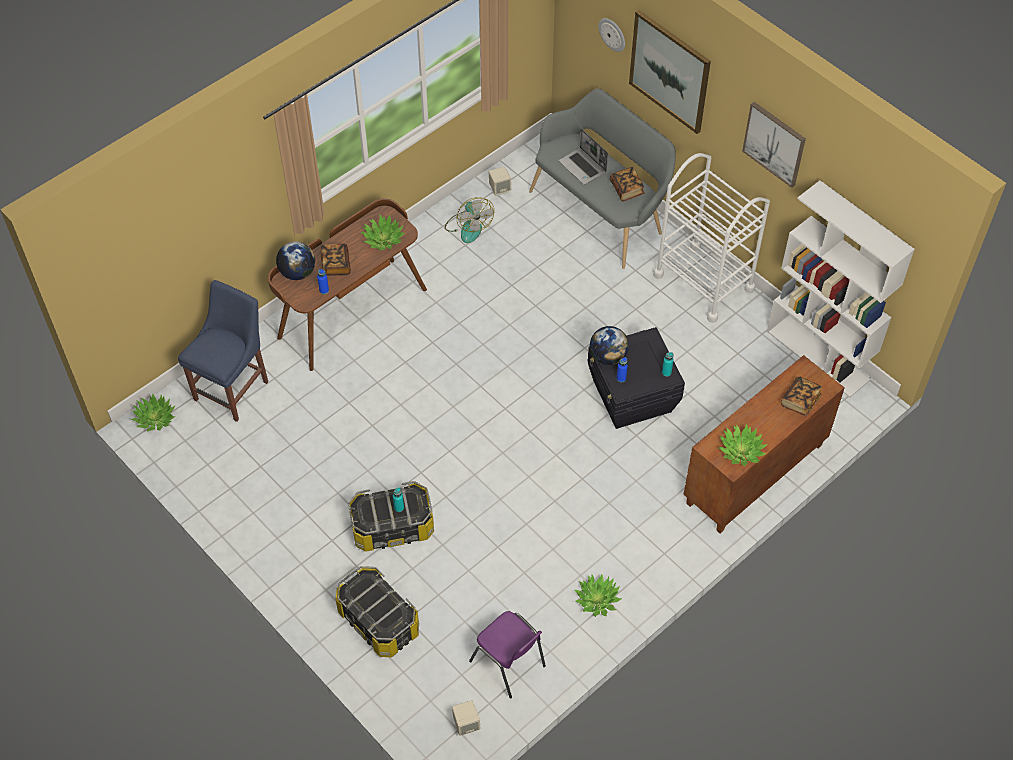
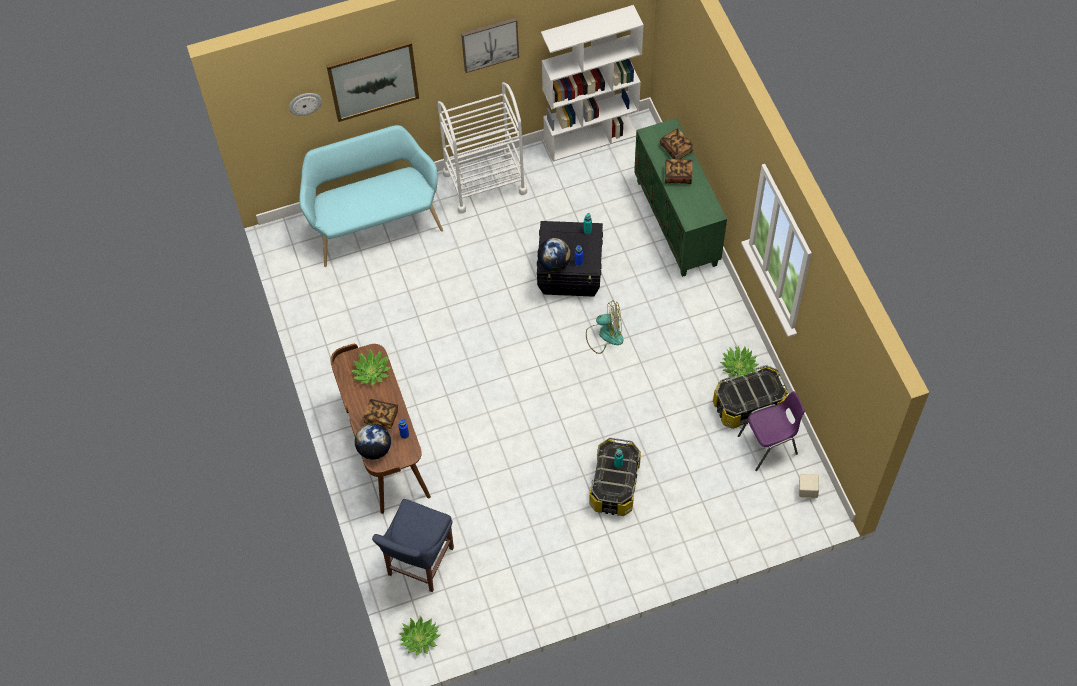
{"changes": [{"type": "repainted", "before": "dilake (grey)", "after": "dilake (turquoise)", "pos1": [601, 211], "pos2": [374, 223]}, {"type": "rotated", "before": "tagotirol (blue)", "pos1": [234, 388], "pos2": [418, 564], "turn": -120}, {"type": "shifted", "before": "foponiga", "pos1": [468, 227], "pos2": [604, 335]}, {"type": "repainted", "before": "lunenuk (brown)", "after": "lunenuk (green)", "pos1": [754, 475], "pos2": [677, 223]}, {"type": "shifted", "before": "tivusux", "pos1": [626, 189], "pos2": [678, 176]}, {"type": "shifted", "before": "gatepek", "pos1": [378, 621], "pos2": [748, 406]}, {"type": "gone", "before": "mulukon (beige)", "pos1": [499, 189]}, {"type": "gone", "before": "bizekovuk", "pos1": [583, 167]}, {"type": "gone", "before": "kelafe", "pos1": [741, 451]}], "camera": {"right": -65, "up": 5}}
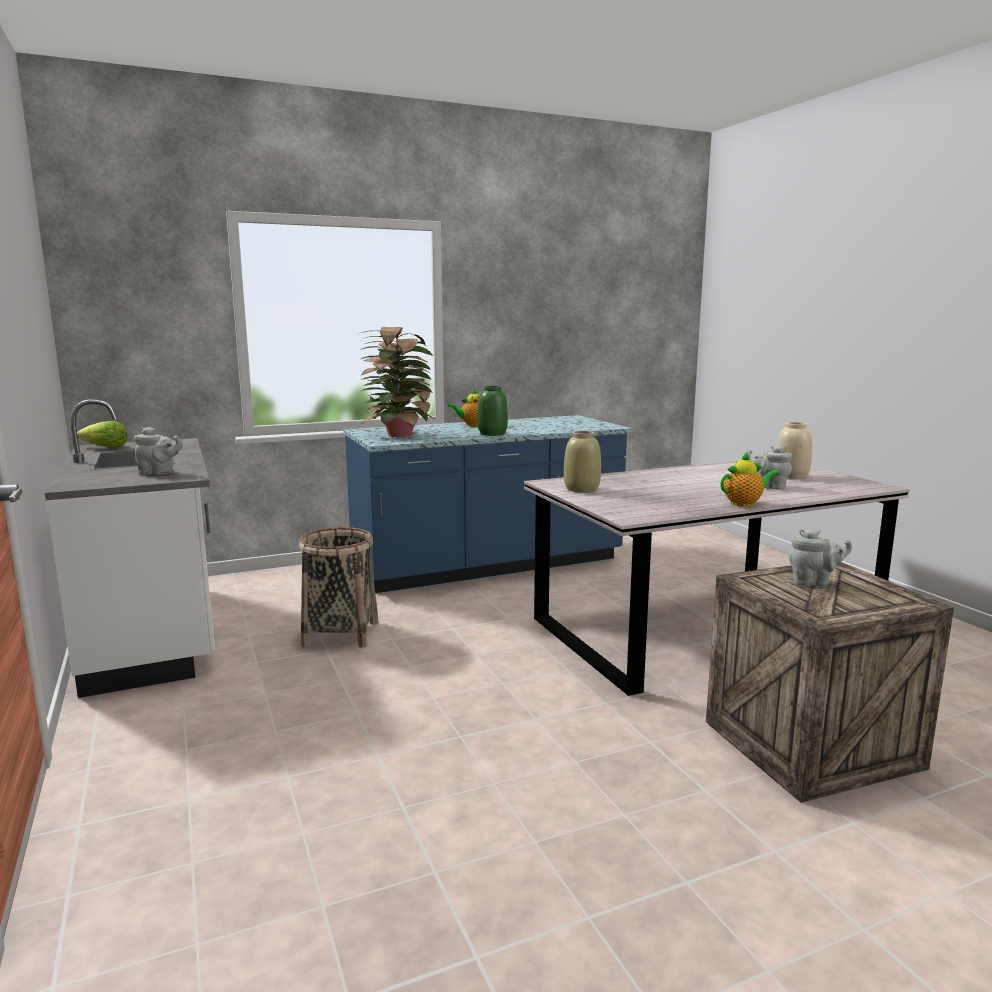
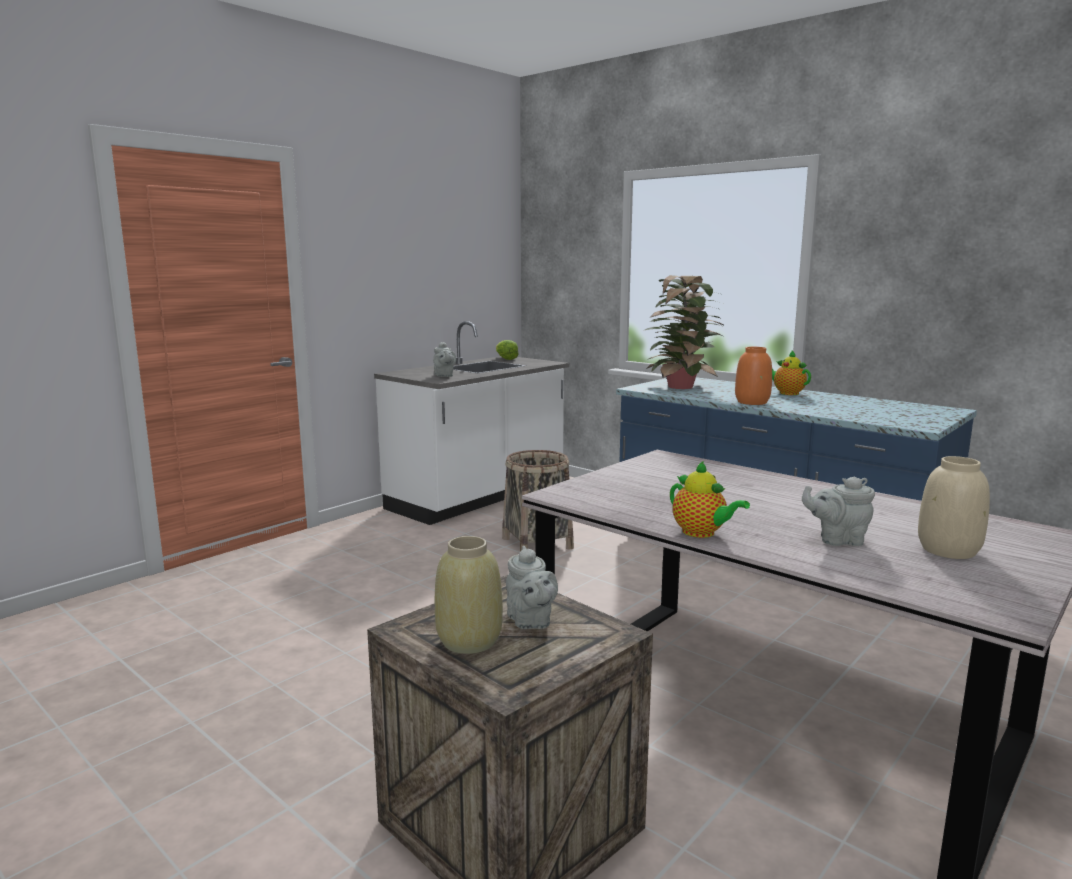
{"changes": [{"type": "shifted", "before": "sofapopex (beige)", "pos1": [582, 489], "pos2": [469, 641]}, {"type": "repainted", "before": "sofapopex (green)", "after": "sofapopex (orange)", "pos1": [492, 434], "pos2": [752, 402]}, {"type": "rotated", "before": "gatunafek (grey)", "pos1": [768, 486], "pos2": [837, 540], "turn": -90}], "camera": {"right": 65, "up": 0}}
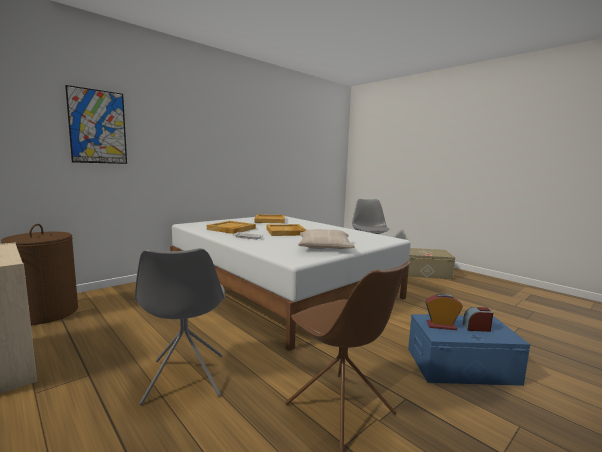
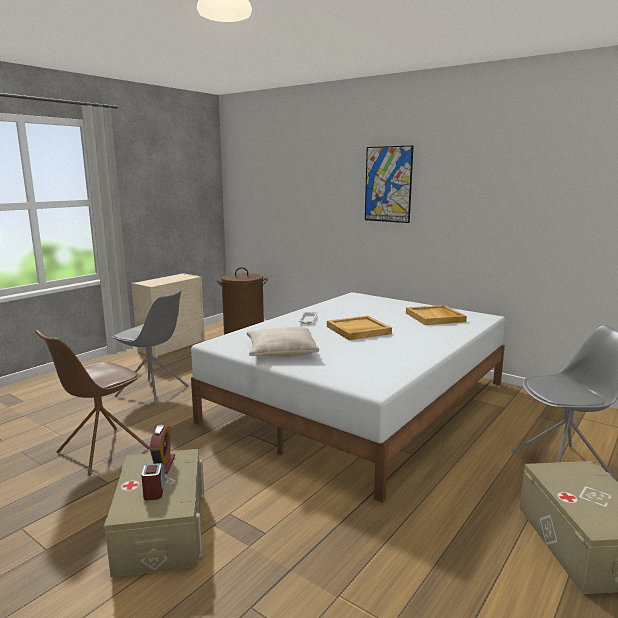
{"changes": [{"type": "repainted", "before": "gatepek (blue)", "after": "gatepek (beige)", "pos1": [461, 366], "pos2": [161, 529]}, {"type": "rotated", "before": "tagotirol (grey)", "pos1": [185, 379], "pos2": [153, 392], "turn": -135}, {"type": "shifted", "before": "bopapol", "pos1": [98, 127], "pos2": [388, 184]}, {"type": "gone", "before": "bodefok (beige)", "pos1": [231, 229]}], "camera": {"right": 80, "up": 5}}
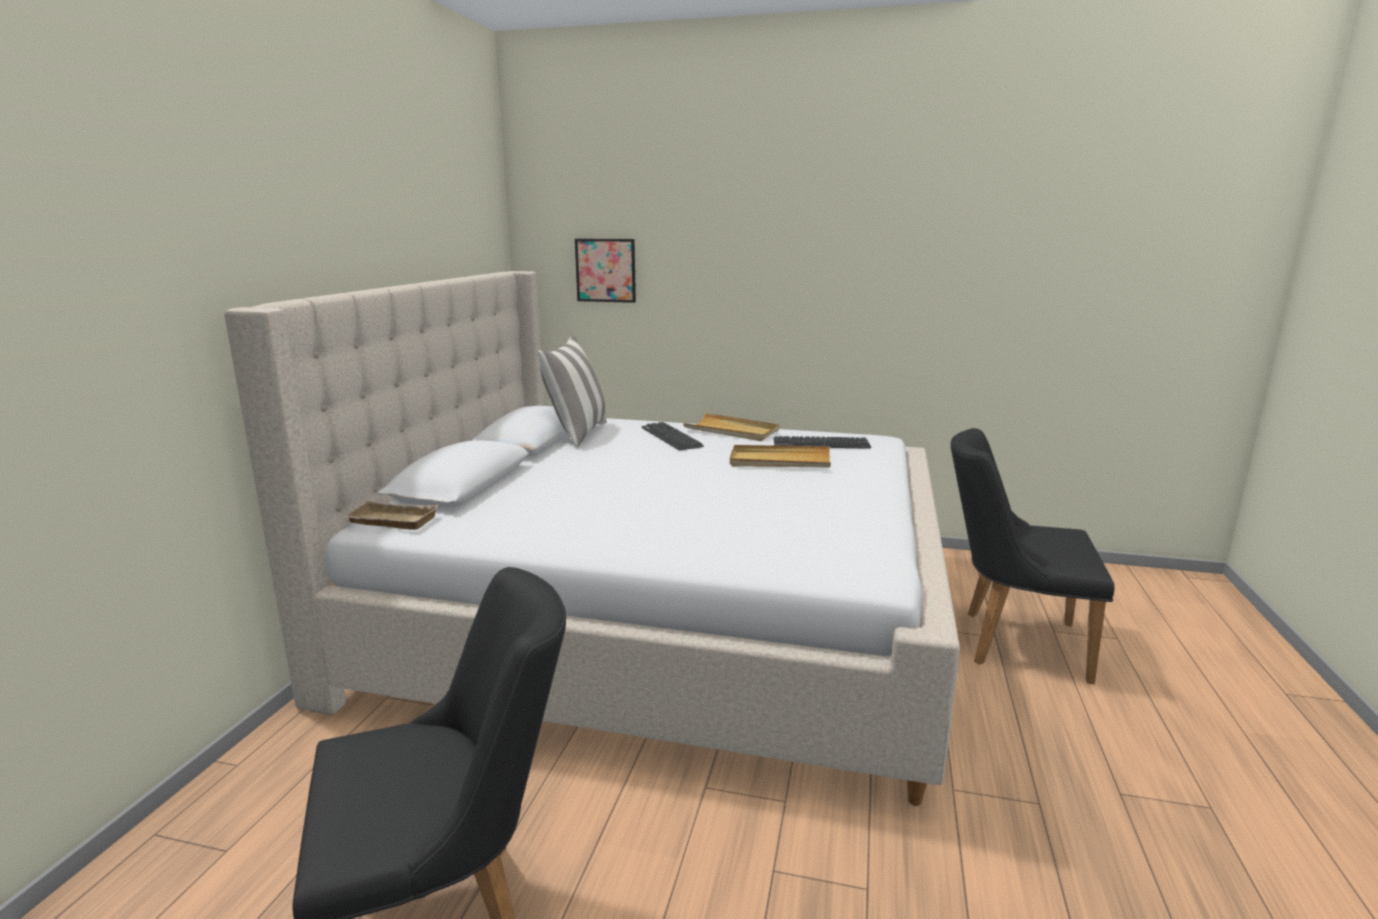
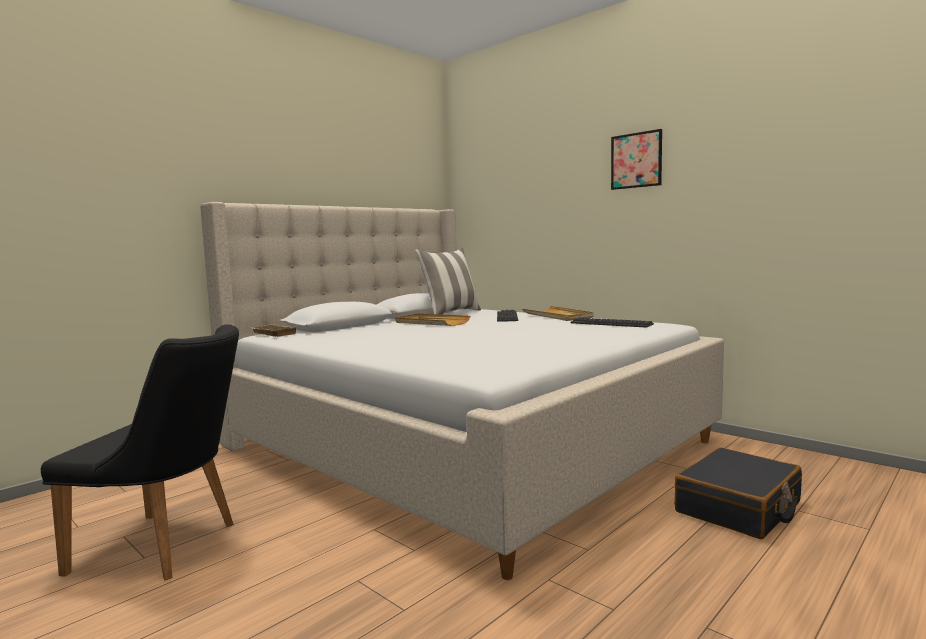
{"changes": [{"type": "shifted", "before": "bodefok (beige)", "pos1": [779, 461], "pos2": [431, 322]}, {"type": "shifted", "before": "bopapol", "pos1": [605, 270], "pos2": [636, 160]}, {"type": "swapped", "before": "tagotirol (black)", "after": "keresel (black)", "pos1": [1010, 642], "pos2": [739, 508]}], "camera": {"right": 30, "up": -10}}
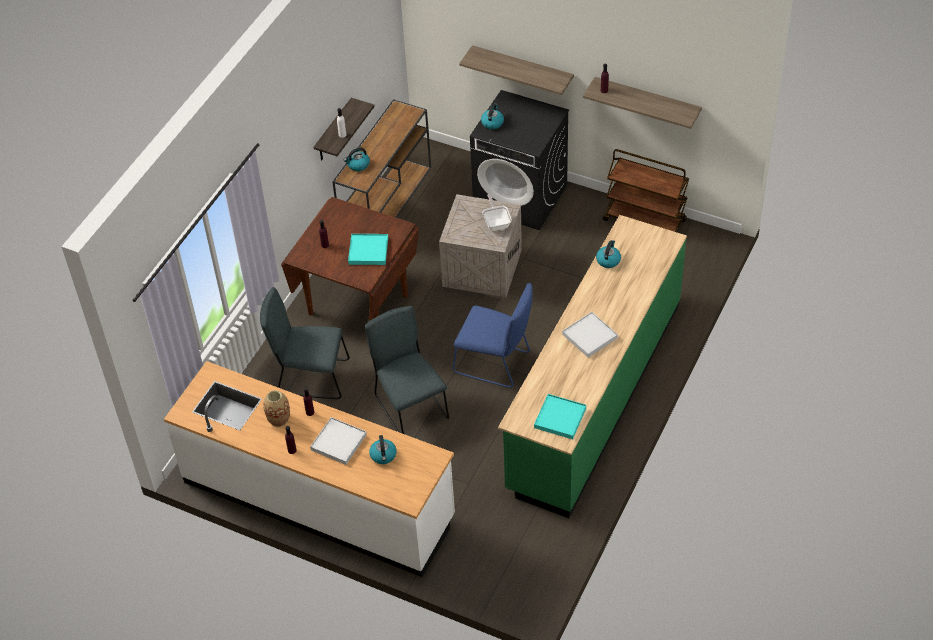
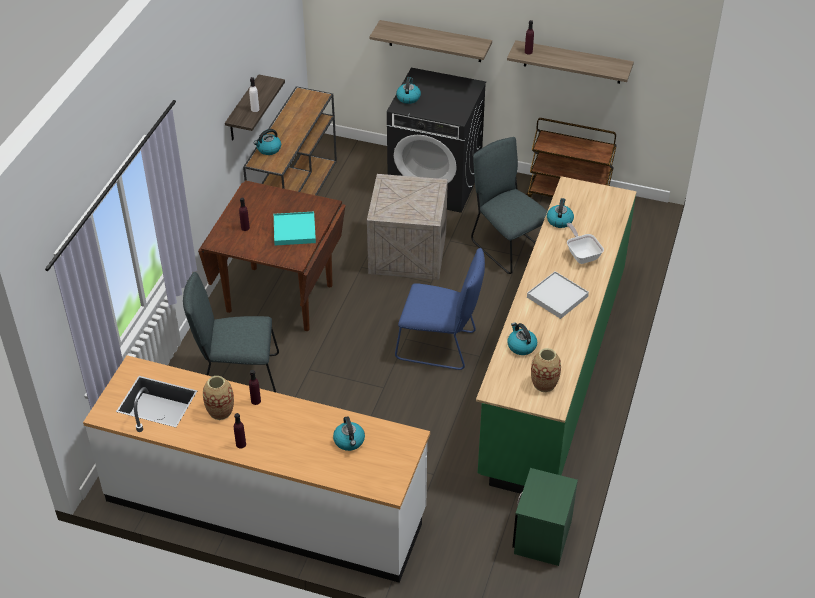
{"changes": [{"type": "shifted", "before": "tagotirol (grey)", "pos1": [409, 405], "pos2": [507, 245]}, {"type": "new", "after": "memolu", "pos2": [521, 346]}, {"type": "new", "after": "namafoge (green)", "pos2": [542, 537]}, {"type": "swapped", "before": "bodefok (turquoise)", "after": "sofapopex", "pos1": [560, 418], "pos2": [544, 384]}, {"type": "shifted", "before": "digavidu", "pos1": [496, 222], "pos2": [582, 254]}, {"type": "gone", "before": "bodefok (white)", "pos1": [339, 442]}], "camera": {"right": -10, "up": -5}}
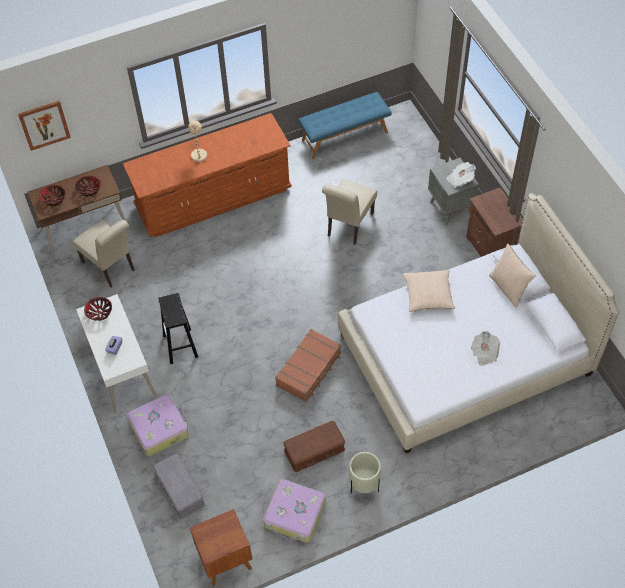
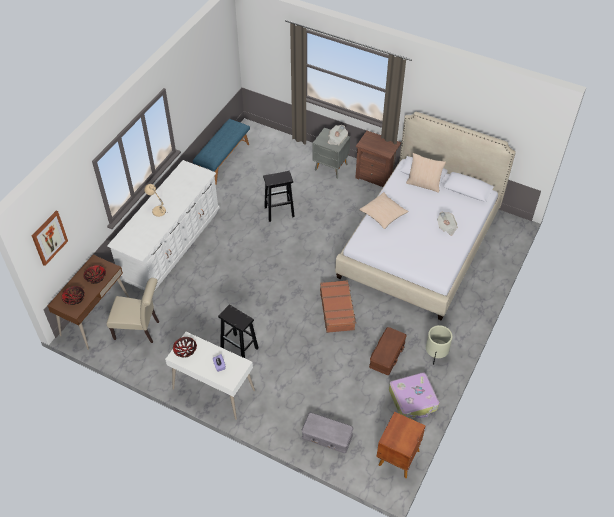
{"changes": [{"type": "repainted", "before": "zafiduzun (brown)", "after": "zafiduzun (white)", "pos1": [213, 198], "pos2": [171, 245]}, {"type": "swapped", "before": "tagotirol (beige)", "after": "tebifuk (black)", "pos1": [348, 226], "pos2": [278, 212]}, {"type": "gone", "before": "keresel", "pos1": [159, 428]}], "camera": {"right": -40, "up": -5}}
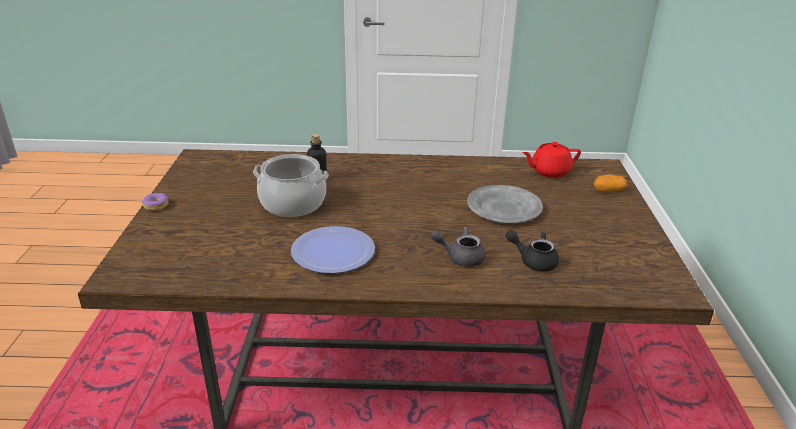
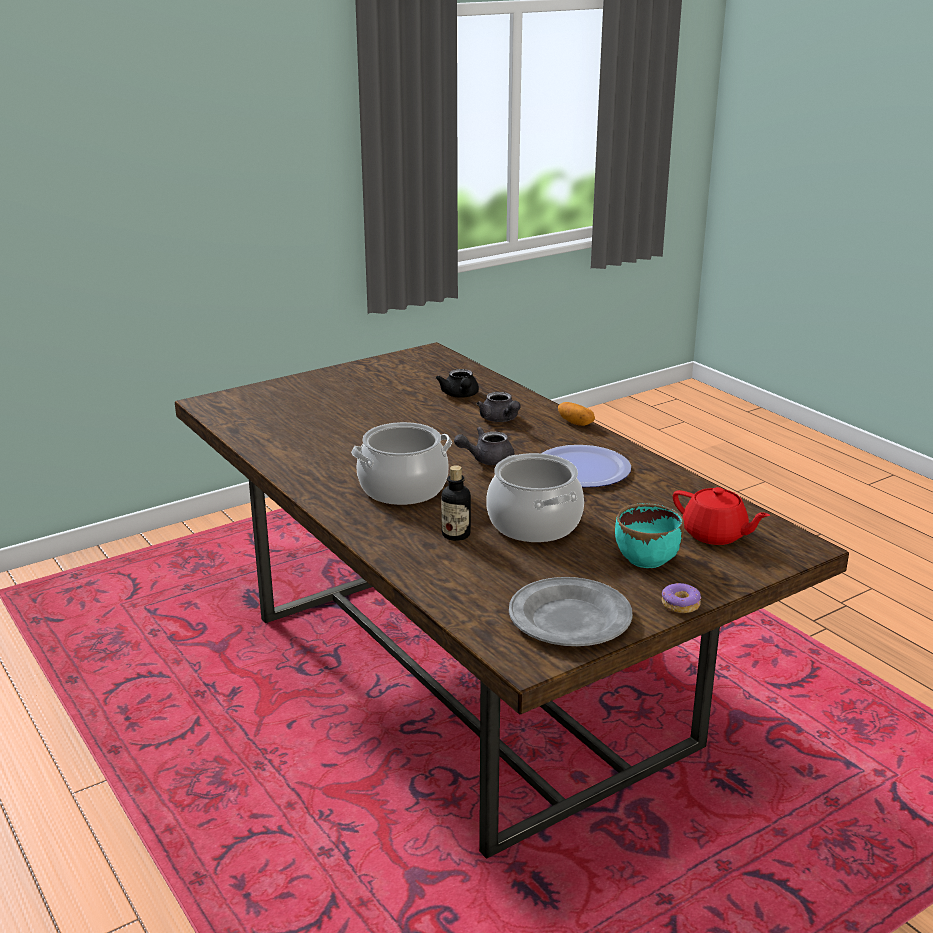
{"changes": [{"type": "new", "after": "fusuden", "pos2": [403, 488]}, {"type": "new", "after": "gatunafek (grey)", "pos2": [486, 459]}, {"type": "shifted", "before": "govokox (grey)", "pos1": [504, 208], "pos2": [570, 618]}, {"type": "shifted", "before": "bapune", "pos1": [608, 191], "pos2": [576, 423]}, {"type": "new", "after": "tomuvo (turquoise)", "pos2": [647, 559]}, {"type": "shifted", "before": "gatunafek (red)", "pos1": [549, 171], "pos2": [715, 535]}], "camera": {"right": -125, "up": -5}}
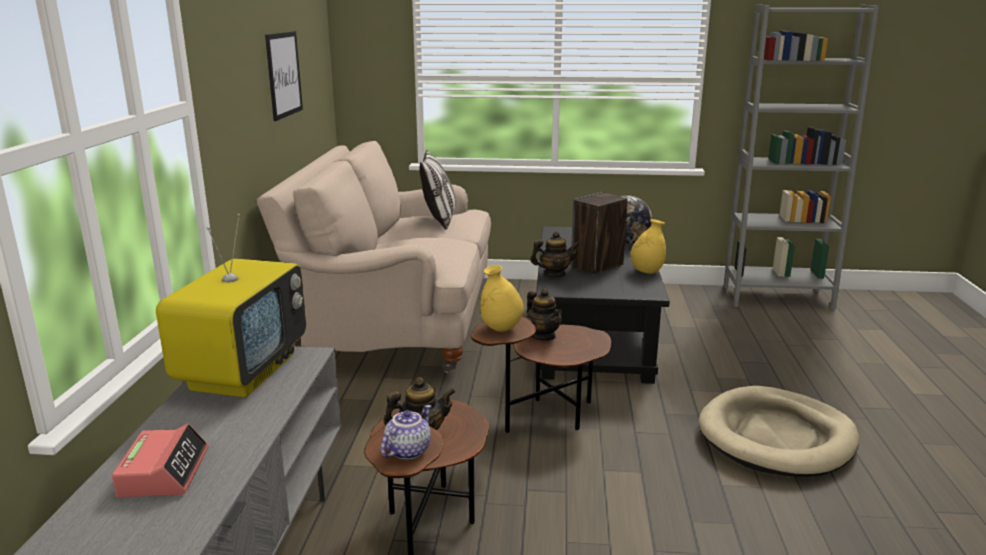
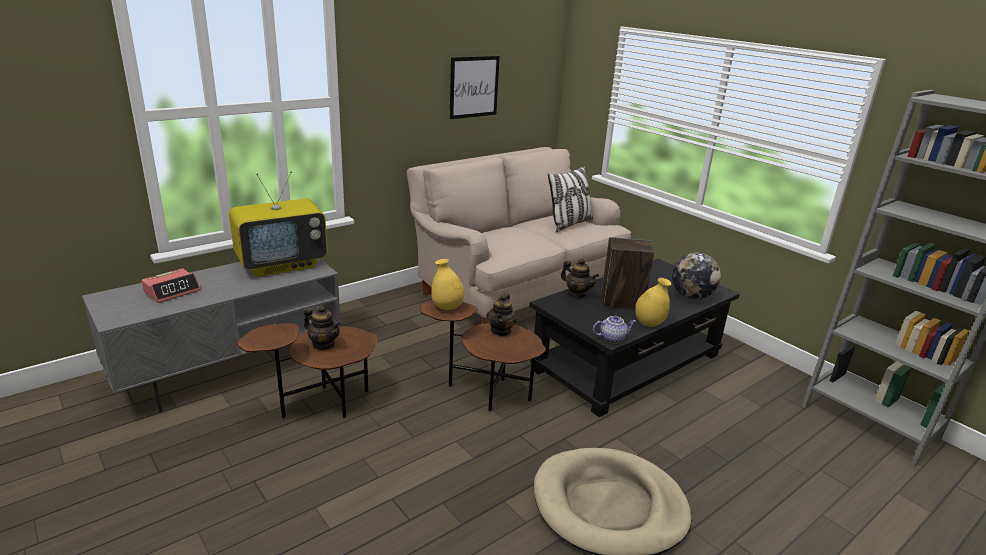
{"changes": [{"type": "shifted", "before": "gatunafek", "pos1": [407, 450], "pos2": [612, 338]}], "camera": {"right": 45, "up": 5}}
